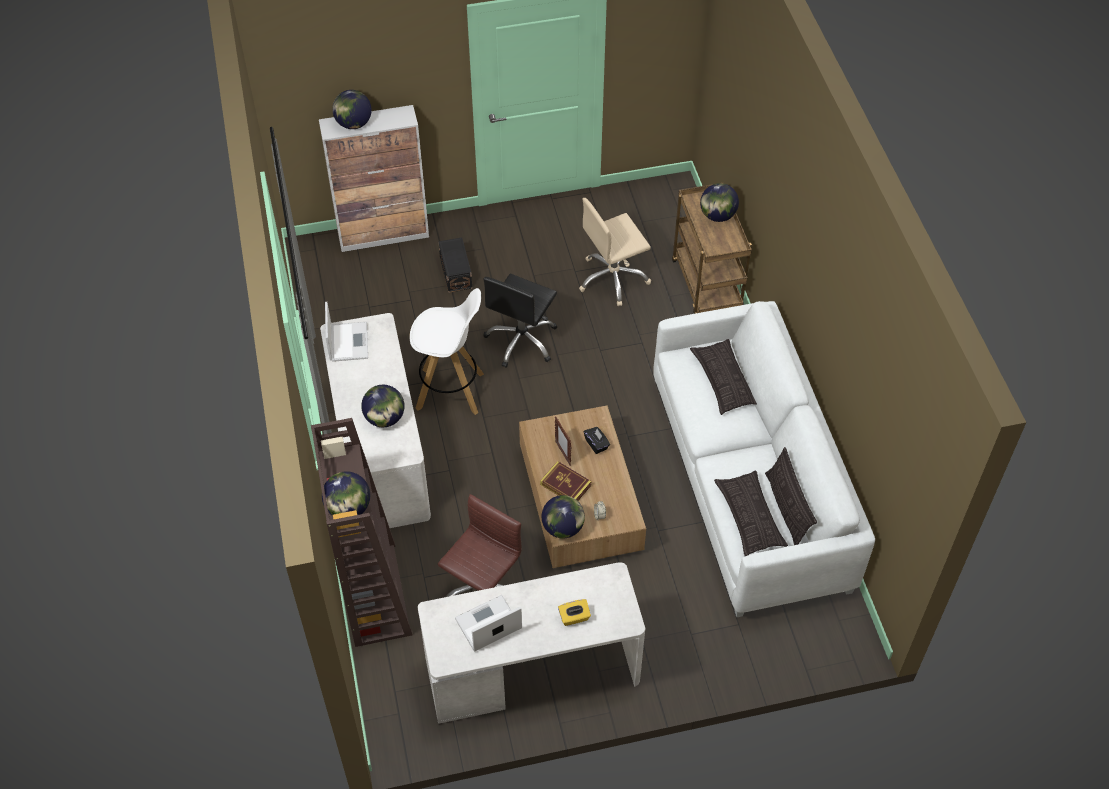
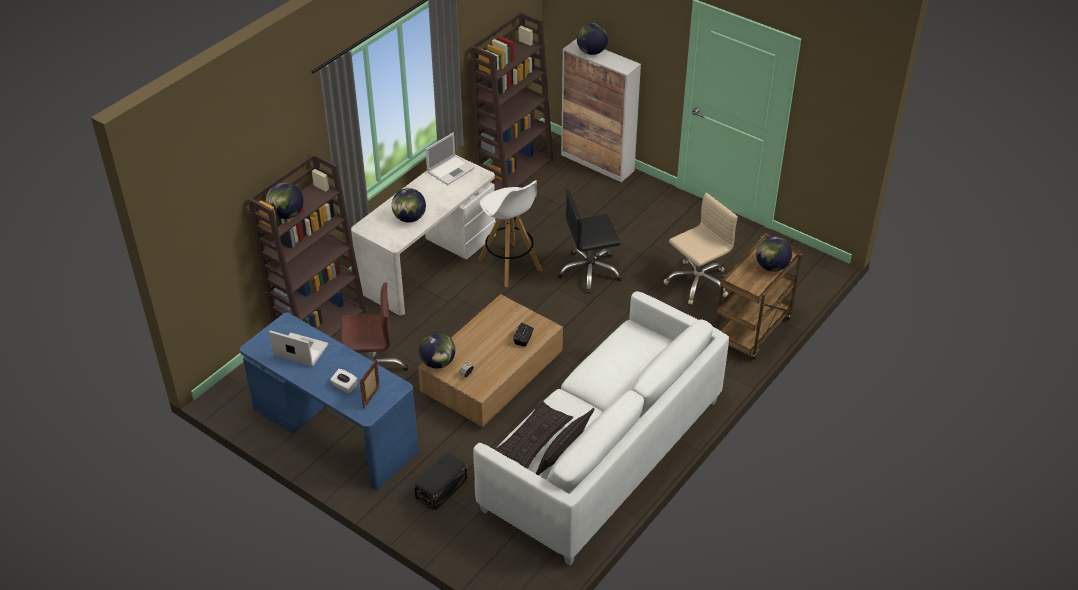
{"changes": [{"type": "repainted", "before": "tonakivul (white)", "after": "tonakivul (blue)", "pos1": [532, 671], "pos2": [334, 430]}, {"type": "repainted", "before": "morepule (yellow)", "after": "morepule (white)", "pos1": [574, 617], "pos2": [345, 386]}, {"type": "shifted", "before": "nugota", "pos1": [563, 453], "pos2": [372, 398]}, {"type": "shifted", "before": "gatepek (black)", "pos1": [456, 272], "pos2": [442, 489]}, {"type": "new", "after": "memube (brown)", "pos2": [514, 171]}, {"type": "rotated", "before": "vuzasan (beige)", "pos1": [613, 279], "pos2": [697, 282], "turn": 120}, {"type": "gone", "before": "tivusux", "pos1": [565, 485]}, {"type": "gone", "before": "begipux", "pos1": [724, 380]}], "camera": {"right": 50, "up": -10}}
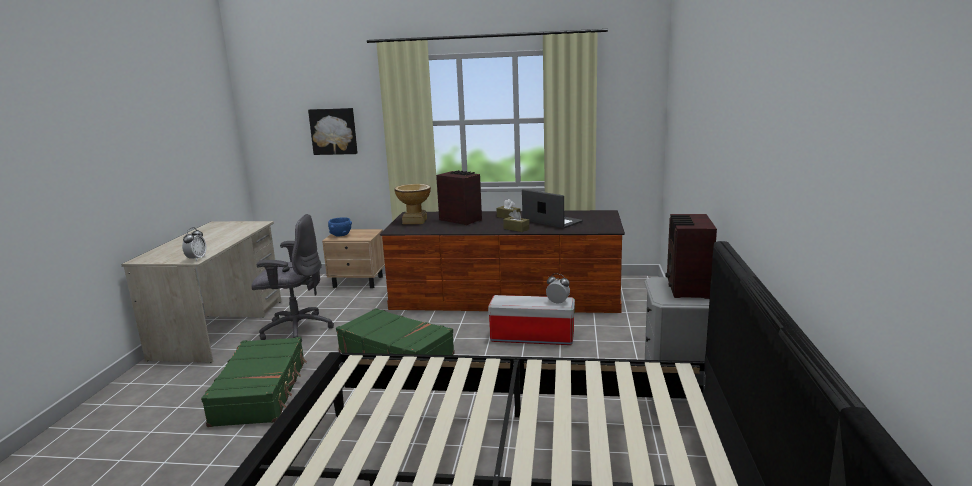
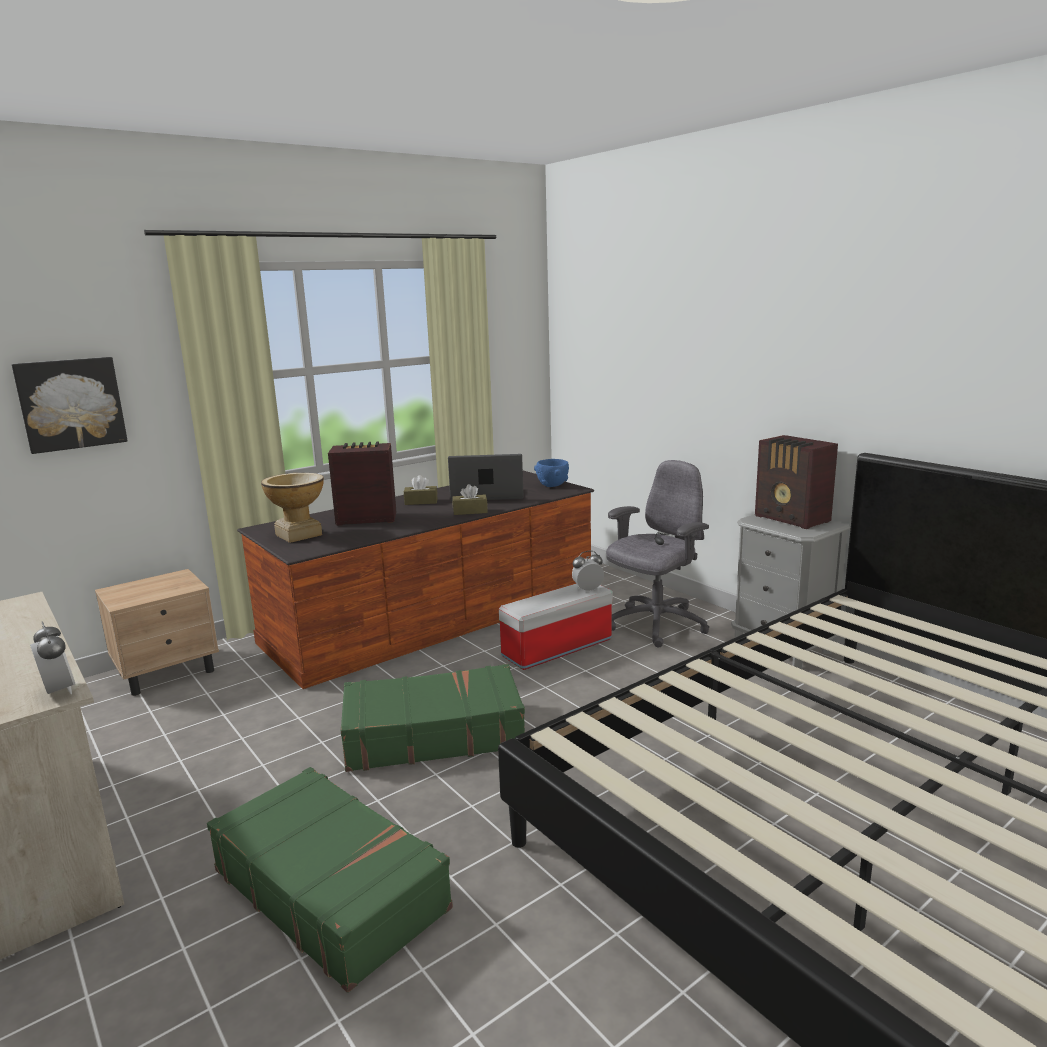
{"changes": [{"type": "shifted", "before": "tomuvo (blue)", "pos1": [341, 235], "pos2": [552, 485]}, {"type": "shifted", "before": "vuzasan (grey)", "pos1": [296, 329], "pos2": [655, 625]}], "camera": {"right": -45, "up": 0}}
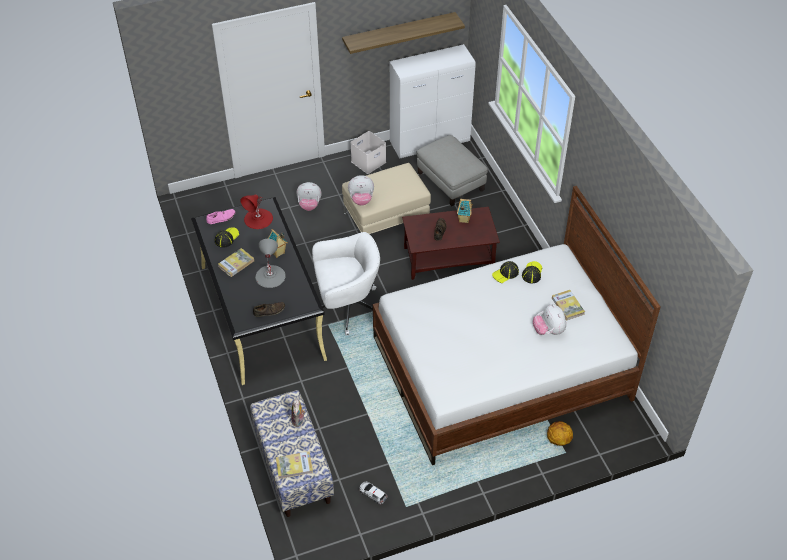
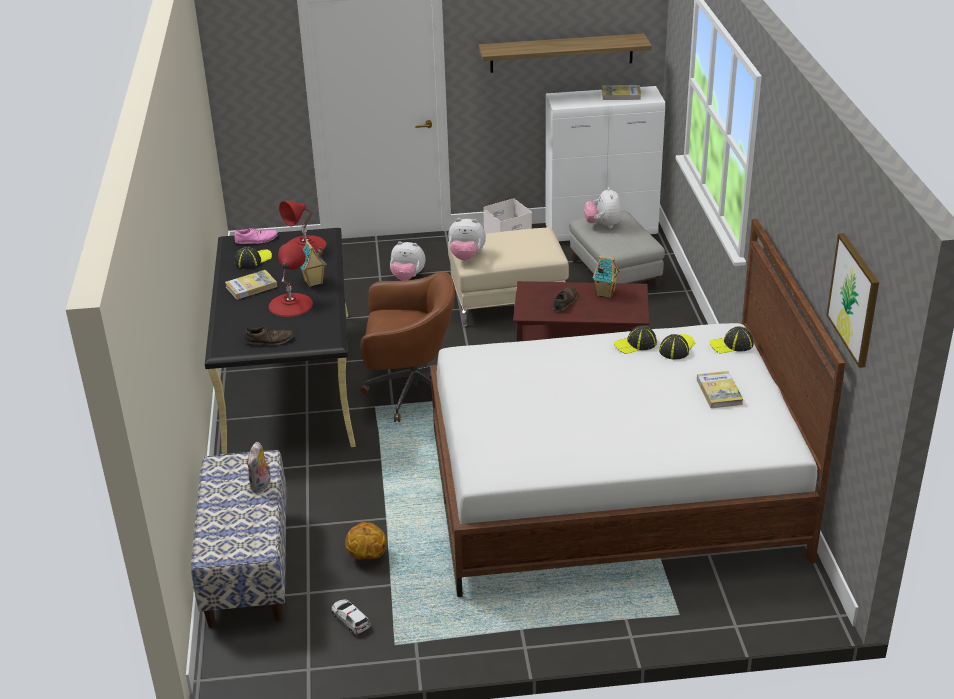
{"changes": [{"type": "repainted", "before": "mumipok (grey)", "after": "mumipok (red)", "pos1": [270, 276], "pos2": [290, 304]}, {"type": "shifted", "before": "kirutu", "pos1": [558, 440], "pos2": [366, 556]}, {"type": "repainted", "before": "vuzasan (white)", "after": "vuzasan (brown)", "pos1": [347, 308], "pos2": [411, 392]}, {"type": "shifted", "before": "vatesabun", "pos1": [548, 331], "pos2": [603, 225]}, {"type": "shifted", "before": "tivusux", "pos1": [294, 466], "pos2": [621, 95]}, {"type": "new", "after": "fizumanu", "pos2": [731, 345]}, {"type": "new", "after": "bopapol", "pos2": [854, 299]}], "camera": {"right": 15, "up": -15}}
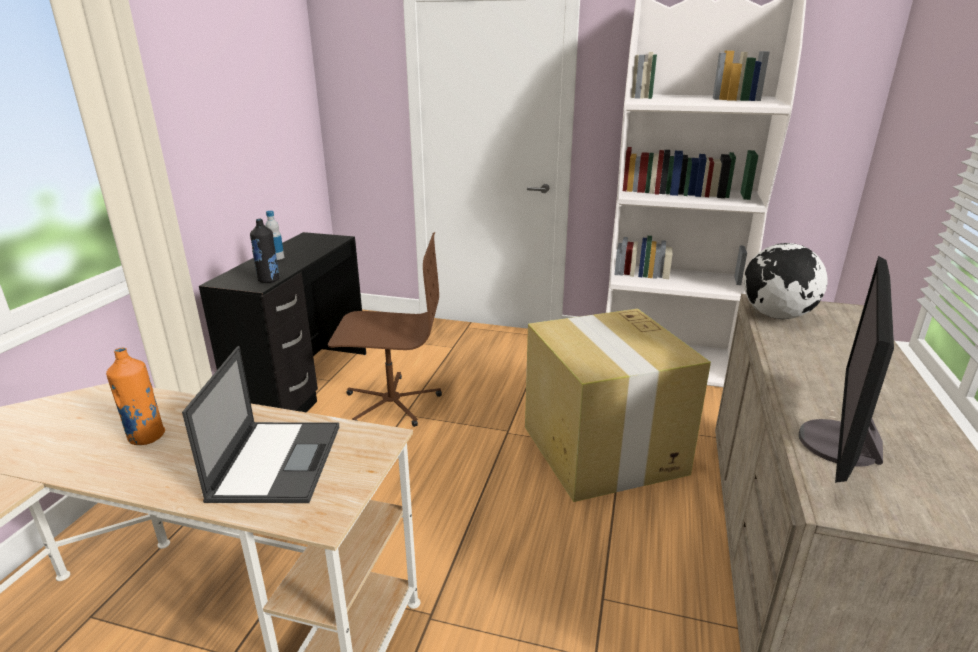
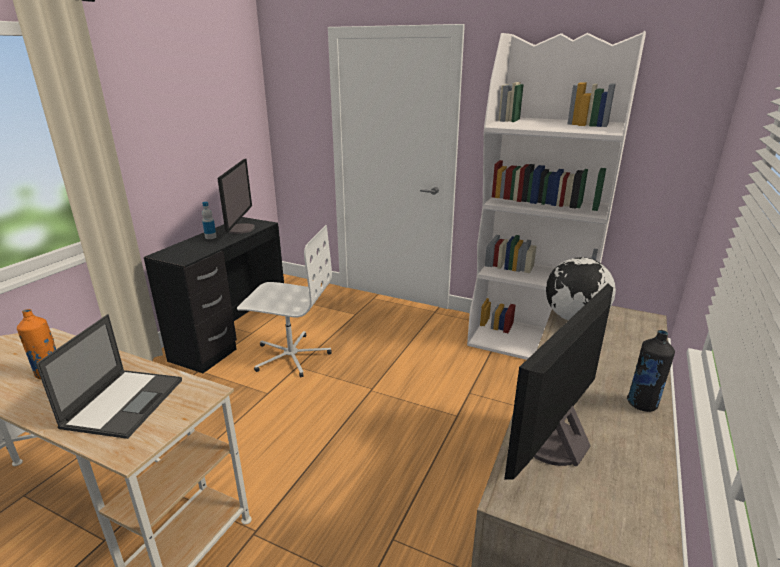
{"changes": [{"type": "new", "after": "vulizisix", "pos2": [240, 229]}, {"type": "repainted", "before": "vuzasan (brown)", "after": "vuzasan (white)", "pos1": [391, 402], "pos2": [291, 355]}, {"type": "shifted", "before": "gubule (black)", "pos1": [268, 280], "pos2": [642, 404]}, {"type": "gone", "before": "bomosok", "pos1": [603, 451]}], "camera": {"right": 10, "up": 0}}
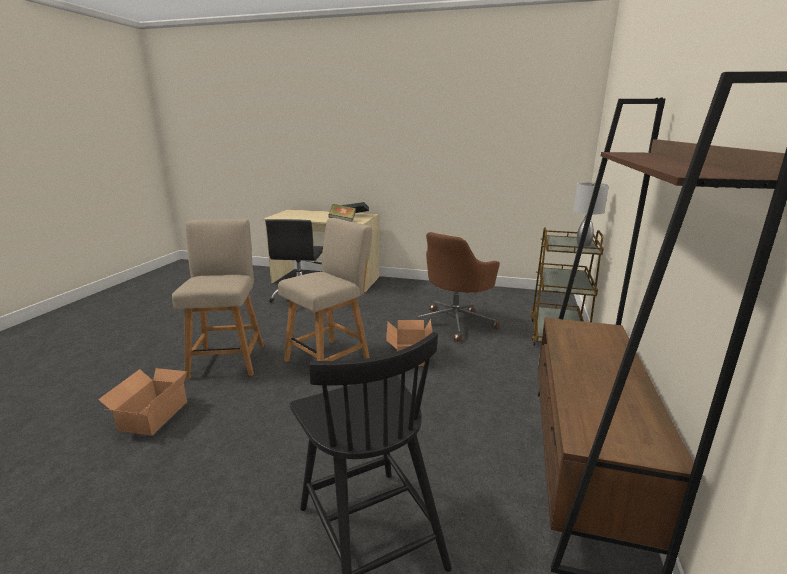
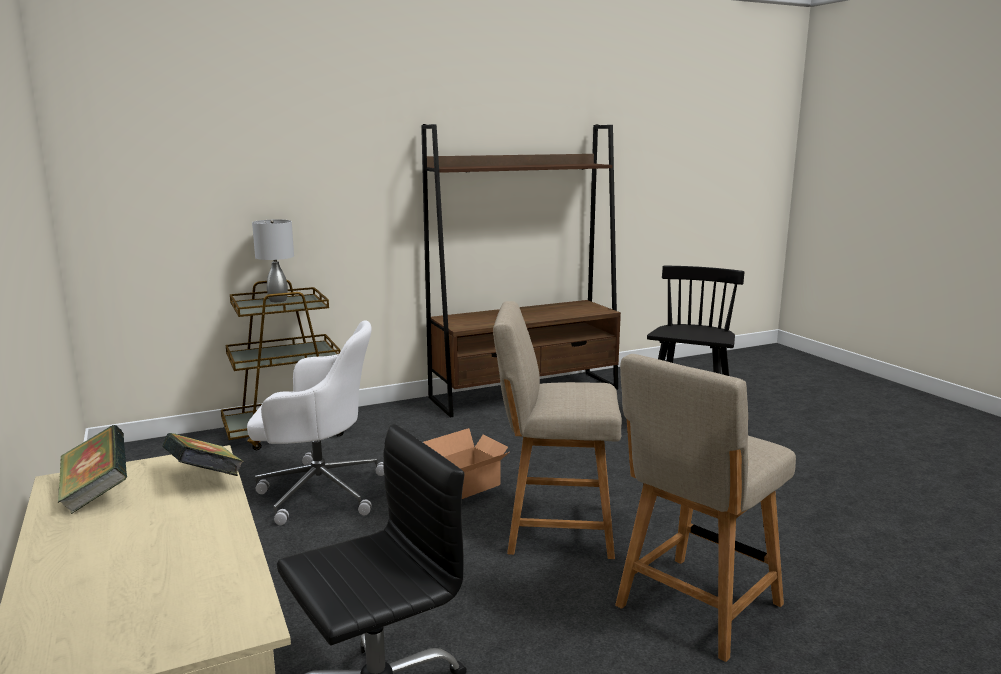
{"changes": [{"type": "repainted", "before": "vuzasan (brown)", "after": "vuzasan (white)", "pos1": [455, 322], "pos2": [318, 491]}, {"type": "gone", "before": "bomosok", "pos1": [151, 416]}], "camera": {"right": -130, "up": -5}}
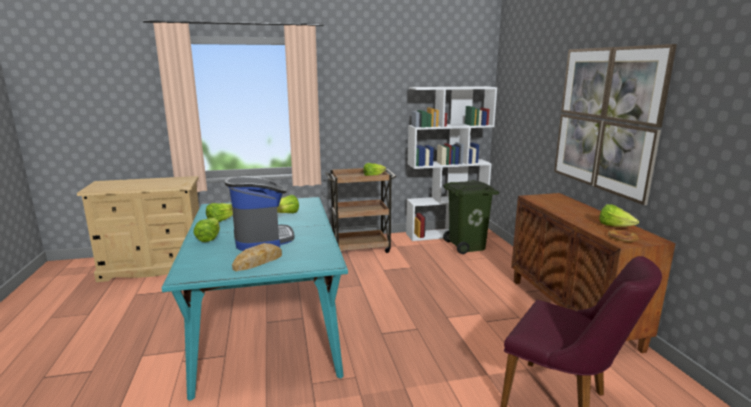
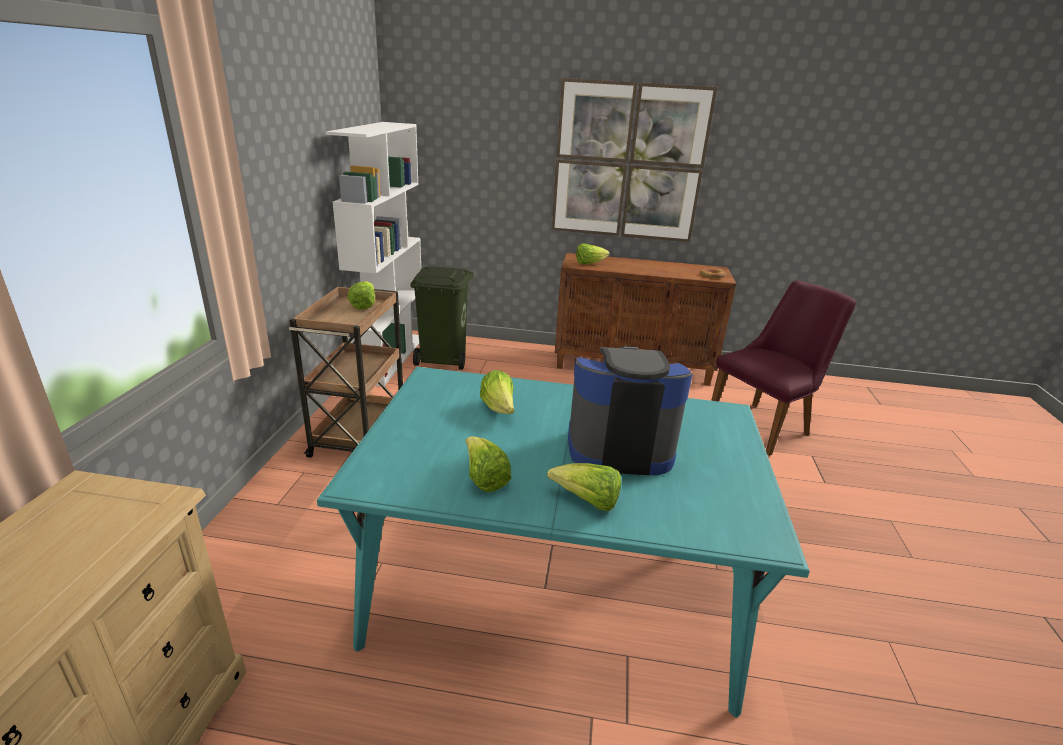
{"changes": [{"type": "shifted", "before": "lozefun", "pos1": [614, 227], "pos2": [589, 263]}, {"type": "gone", "before": "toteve", "pos1": [258, 261]}], "camera": {"right": -70, "up": 10}}
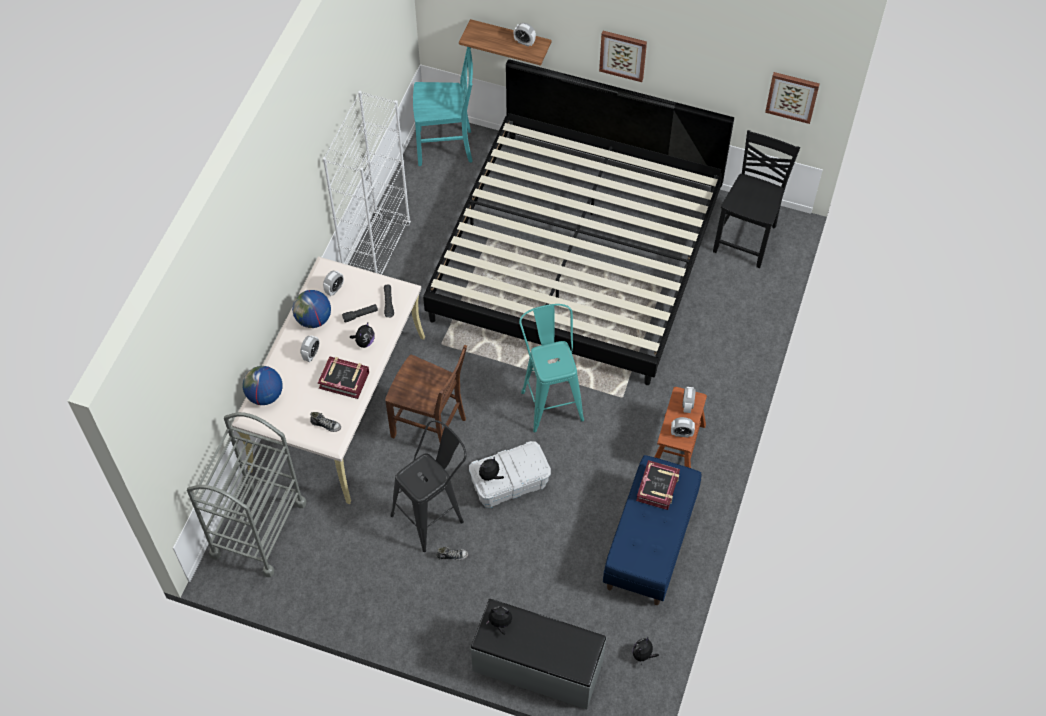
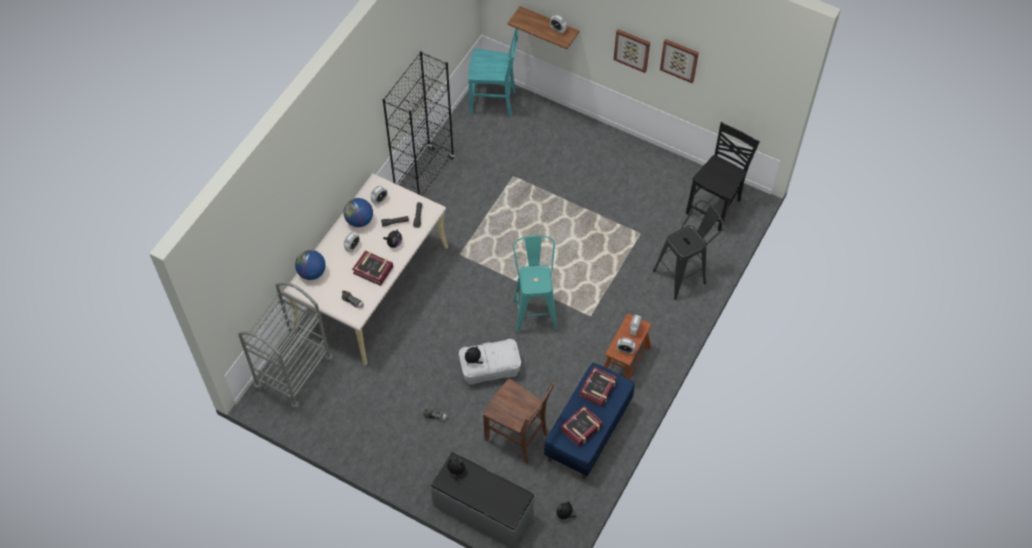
{"changes": [{"type": "repainted", "before": "memube (white)", "after": "memube (black)", "pos1": [377, 252], "pos2": [424, 176]}, {"type": "shifted", "before": "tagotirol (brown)", "pos1": [430, 428], "pos2": [517, 437]}, {"type": "new", "after": "tivusux", "pos2": [581, 428]}, {"type": "shifted", "before": "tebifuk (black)", "pos1": [433, 514], "pos2": [684, 275]}, {"type": "shifted", "before": "bopapol", "pos1": [792, 96], "pos2": [679, 60]}, {"type": "gone", "before": "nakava", "pos1": [577, 255]}], "camera": {"right": 10, "up": 0}}
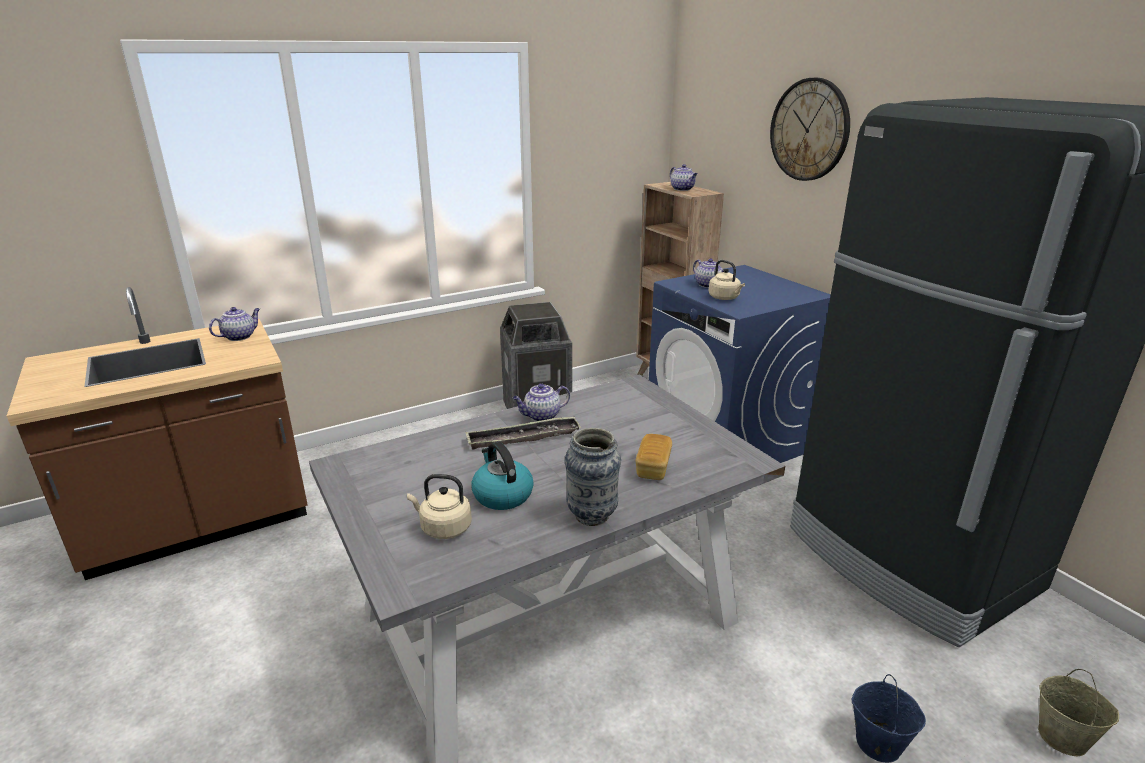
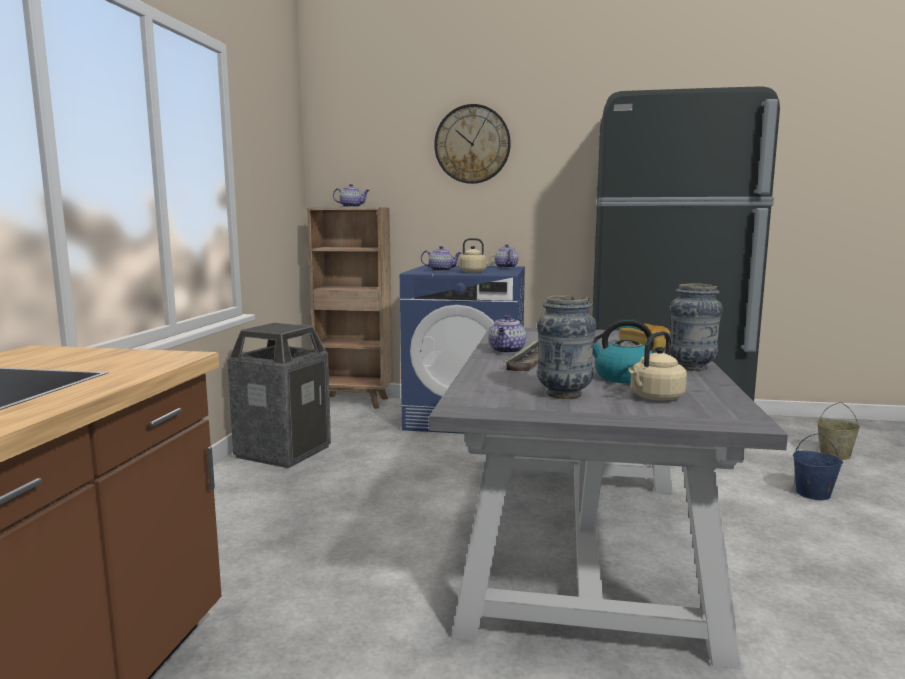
{"changes": [{"type": "shifted", "before": "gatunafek", "pos1": [239, 336], "pos2": [505, 267]}, {"type": "new", "after": "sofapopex", "pos2": [564, 394]}], "camera": {"right": -50, "up": -15}}
